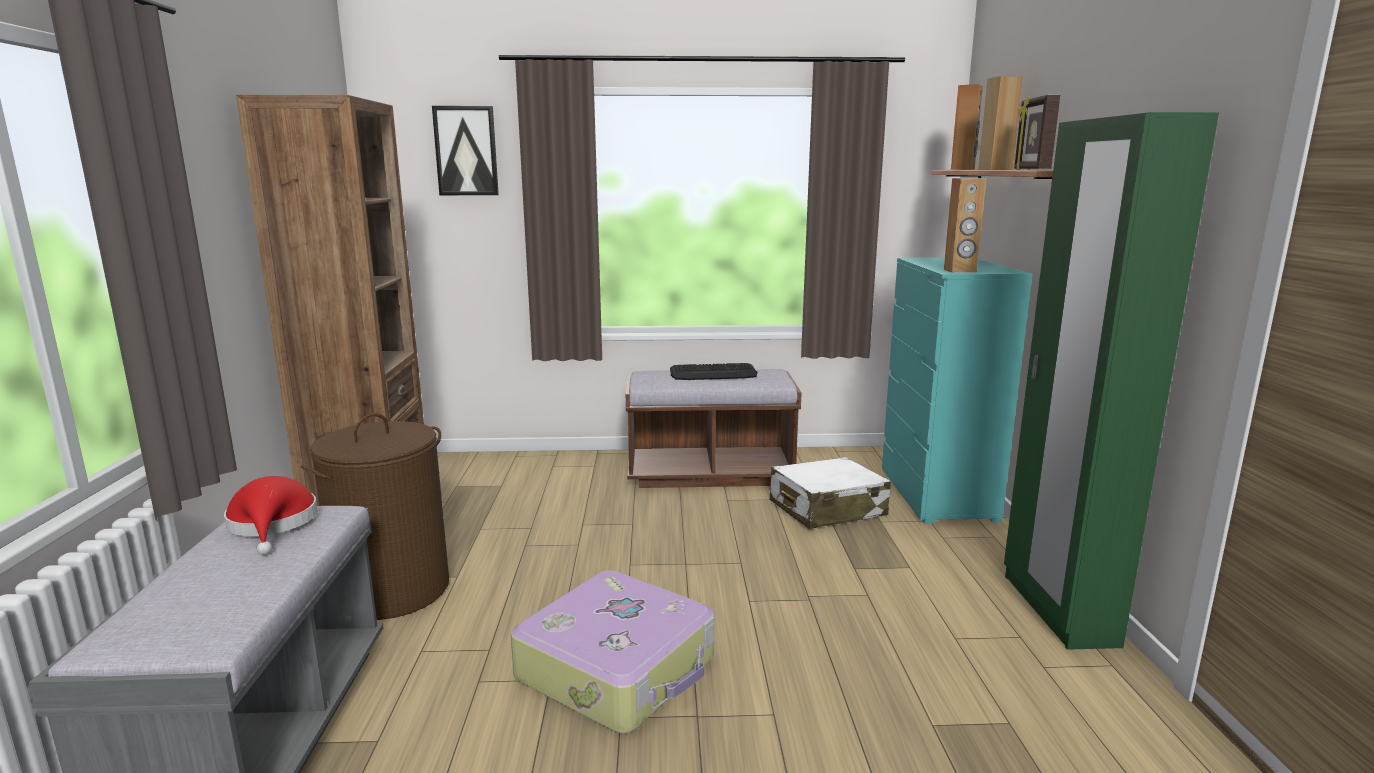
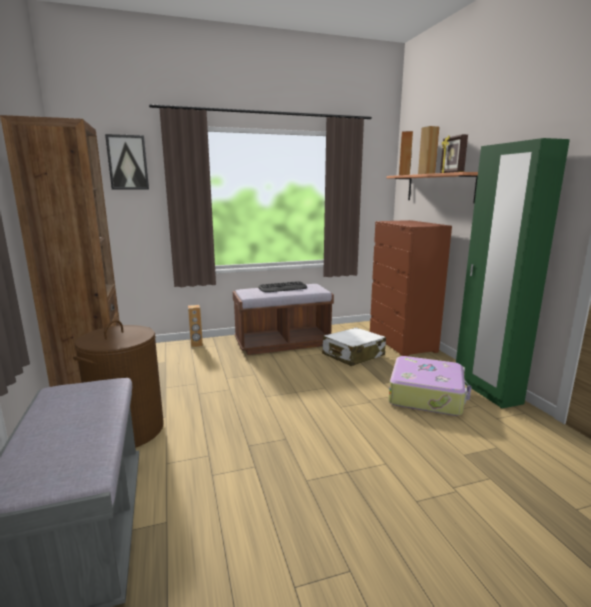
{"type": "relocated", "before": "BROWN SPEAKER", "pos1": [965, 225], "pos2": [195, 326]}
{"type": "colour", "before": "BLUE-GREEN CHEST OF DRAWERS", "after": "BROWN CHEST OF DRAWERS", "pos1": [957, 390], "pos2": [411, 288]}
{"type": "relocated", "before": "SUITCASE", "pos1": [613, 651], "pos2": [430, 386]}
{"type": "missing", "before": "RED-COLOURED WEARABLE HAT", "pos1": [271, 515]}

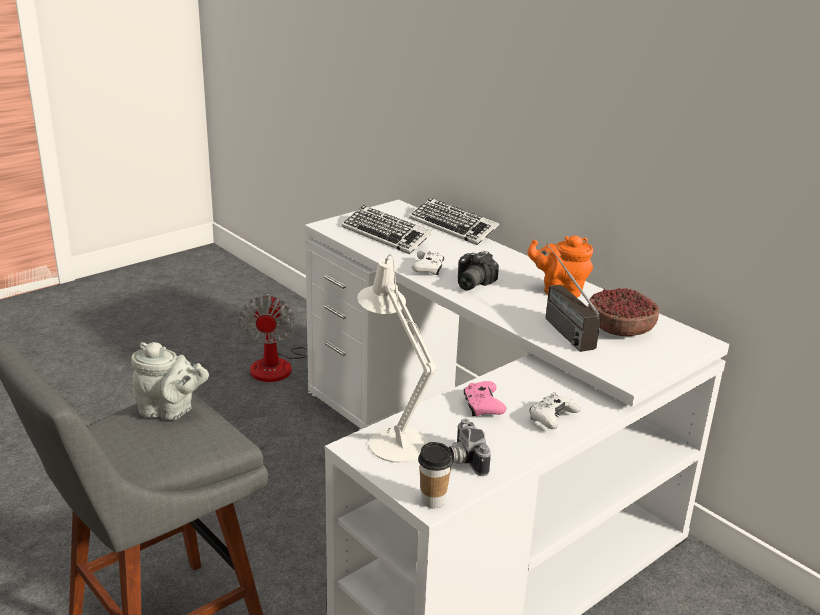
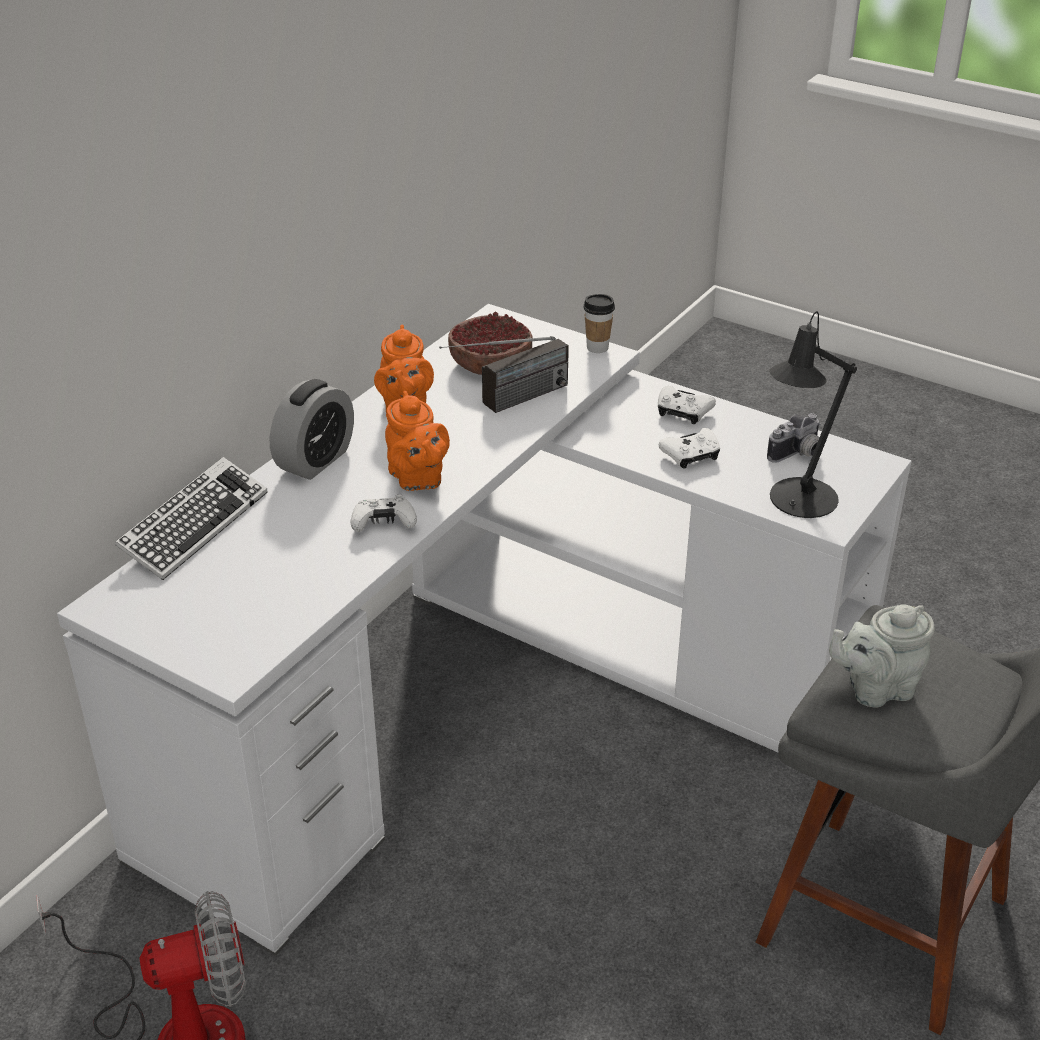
{"type": "appeared", "after": "BEDSIDE CLOCK", "pos2": [312, 429]}
{"type": "exchanged", "before": "PHOTO CAMERA", "after": "ORANGEY POT FOR TEA", "pos1": [478, 271], "pos2": [417, 441]}
{"type": "relocated", "before": "CUP", "pos1": [435, 475], "pos2": [599, 323]}
{"type": "colour", "before": "PINK JOYPAD", "after": "WHITE-COLOURED JOYPAD", "pos1": [485, 398], "pos2": [689, 448]}
{"type": "colour", "before": "WHITE-COLOURED TABLE LAMP", "after": "BLACK TABLE LAMP", "pos1": [397, 358], "pos2": [813, 414]}
{"type": "spun", "before": "GREYISH POT FOR TEA", "pos1": [170, 381], "pos2": [882, 656], "turn": -105}
{"type": "missing", "before": "KEYBOARD", "pos1": [387, 229]}

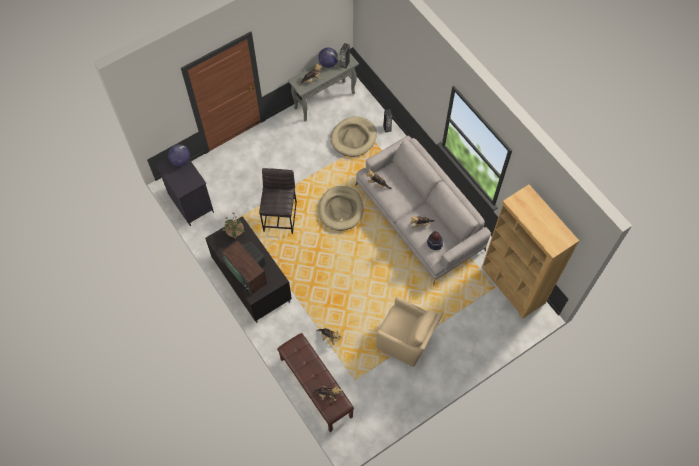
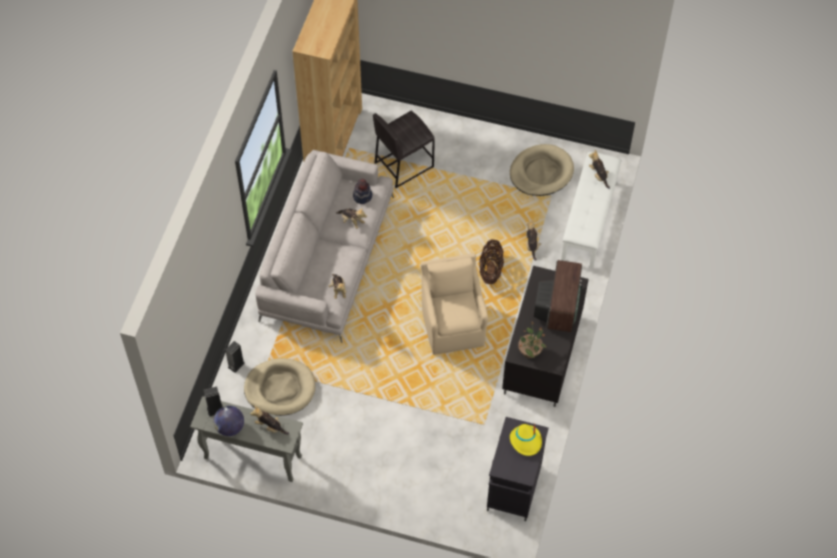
{"type": "relocated", "before": "GREYISH STOOL SEAT", "pos1": [278, 201], "pos2": [404, 149]}
{"type": "relocated", "before": "BEIGE LOUNGE CHAIR", "pos1": [409, 332], "pos2": [454, 304]}
{"type": "appeared", "after": "BASKET", "pos2": [492, 261]}
{"type": "relocated", "before": "BEIGE DOG CUSHION", "pos1": [341, 208], "pos2": [542, 170]}
{"type": "appeared", "after": "YELLOW WEARABLE HAT", "pos2": [526, 440]}
{"type": "colour", "before": "BROWN LONG SEAT", "after": "WHITE-COLOURED LONG SEAT", "pos1": [315, 382], "pos2": [591, 210]}
{"type": "missing", "before": "GLOBE", "pos1": [179, 155]}

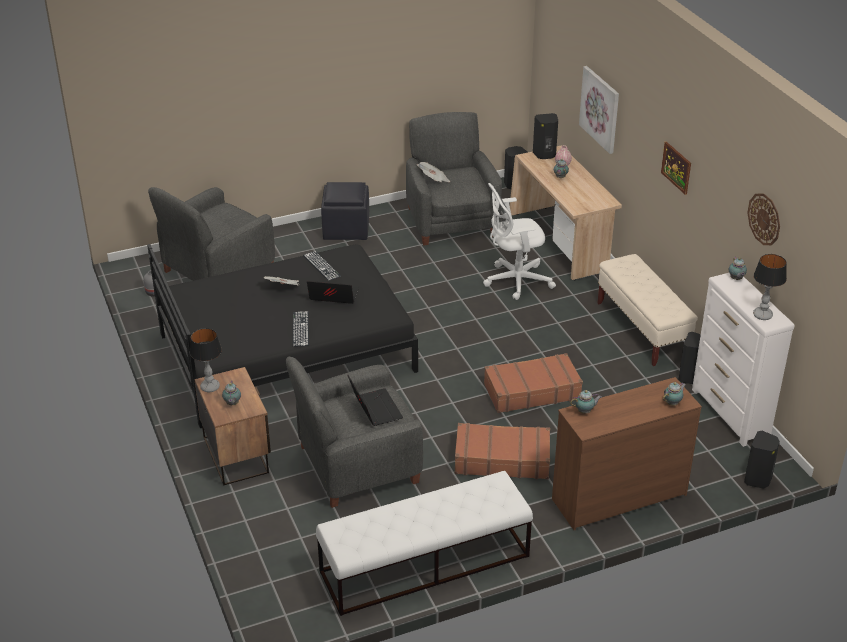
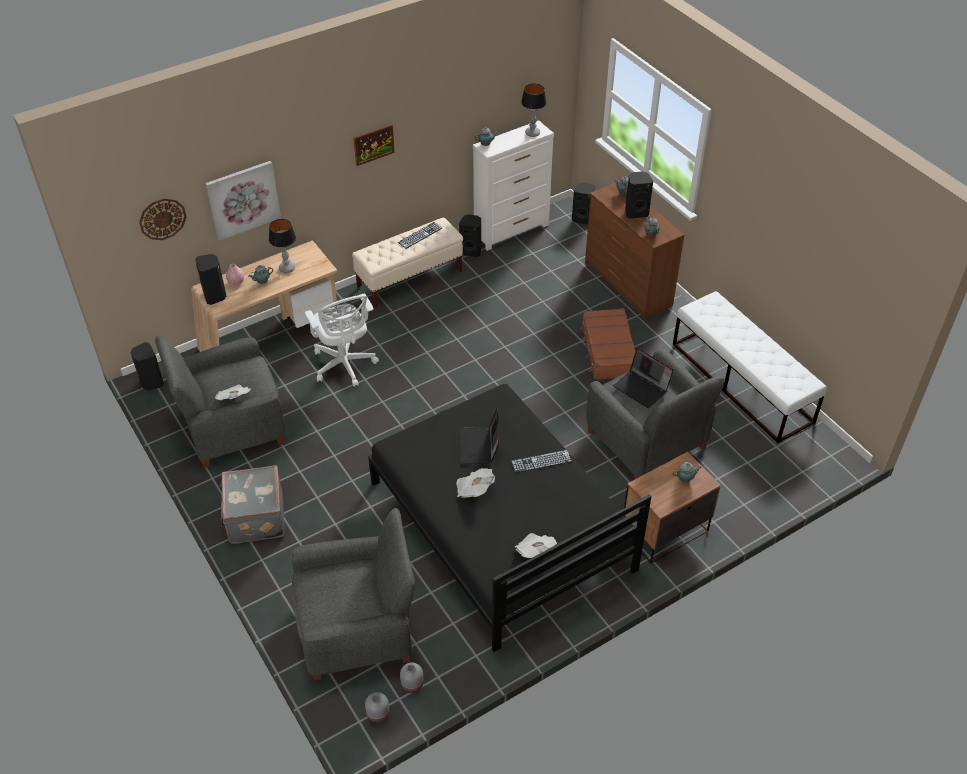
{"type": "relocated", "before": "CLOCK ON THE WALL", "pos1": [763, 219], "pos2": [163, 219]}
{"type": "exchanged", "before": "BLACK FOOTREST", "after": "GREYISH SUITCASE", "pos1": [345, 211], "pos2": [252, 504]}
{"type": "relocated", "before": "TABLE LAMP", "pos1": [206, 360], "pos2": [282, 246]}
{"type": "spun", "before": "GREYISH LOUNGE CHAIR", "pos1": [211, 234], "pos2": [353, 594], "turn": -45}
{"type": "appeared", "after": "GREYISH VASE", "pos2": [377, 707]}
{"type": "relocated", "before": "KEYBOARD", "pos1": [322, 266], "pos2": [420, 235]}
{"type": "appeared", "after": "PRINTED PAPER", "pos2": [536, 545]}
{"type": "spun", "before": "LAPTOP", "pos1": [375, 400], "pos2": [643, 378], "turn": -105}
{"type": "appeared", "after": "BLACK SPEAKER", "pos2": [639, 194]}
{"type": "missing", "before": "BROWN SUITCASE", "pos1": [533, 383]}

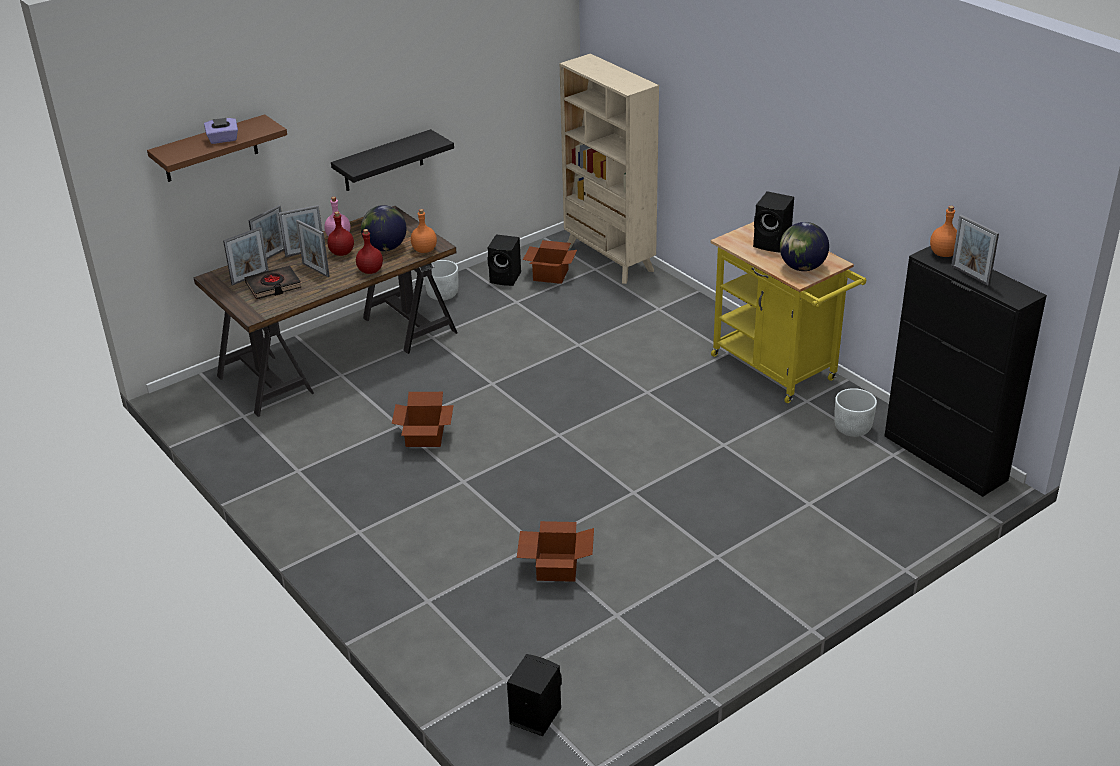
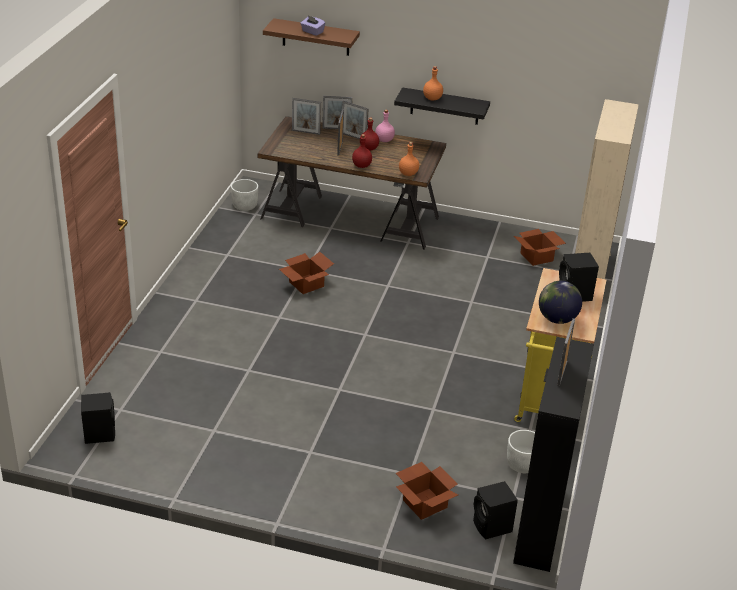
{"type": "relocated", "before": "WHITE-COLOURED FLOWER POT", "pos1": [441, 280], "pos2": [244, 195]}
{"type": "relocated", "before": "CARTON", "pos1": [555, 551], "pos2": [427, 491]}
{"type": "relocated", "before": "ORANGEY DRINK BOTTLE", "pos1": [943, 231], "pos2": [433, 83]}
{"type": "relocated", "before": "BLACK SPEAKER", "pos1": [504, 260], "pos2": [495, 510]}
{"type": "missing", "before": "BLACK BOUND BOOK", "pos1": [272, 282]}
{"type": "missing", "before": "GLOBE", "pos1": [383, 228]}

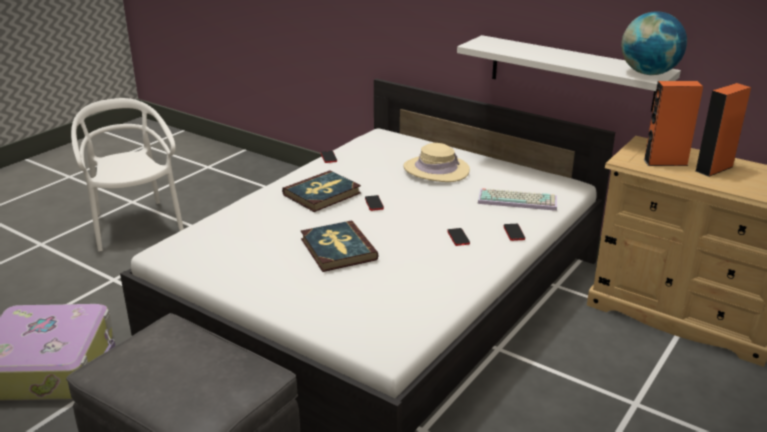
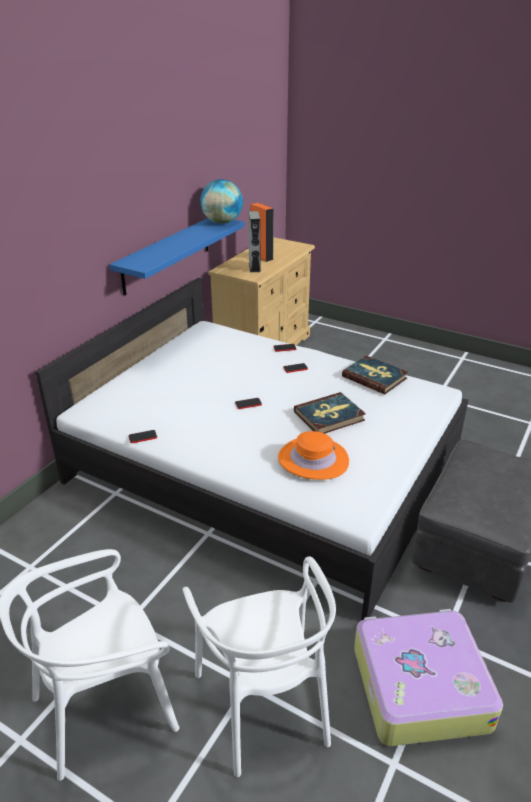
{"type": "colour", "before": "WHITE-COLOURED WALL SHELF", "after": "BLUE WALL SHELF", "pos1": [569, 73], "pos2": [177, 257]}
{"type": "appeared", "after": "WHITE-COLOURED UPRIGHT CHAIR", "pos2": [259, 666]}
{"type": "colour", "before": "ORANGEY SPEAKER", "after": "GREYISH SPEAKER", "pos1": [673, 123], "pos2": [254, 241]}
{"type": "appeared", "after": "ORANGEY WEARABLE HAT", "pos2": [313, 455]}
{"type": "relocated", "before": "BOUND BOOK", "pos1": [321, 191], "pos2": [375, 375]}
{"type": "missing", "before": "BEIGE WEARABLE HAT", "pos1": [436, 162]}
{"type": "missing", "before": "KEYBOARD", "pos1": [517, 199]}

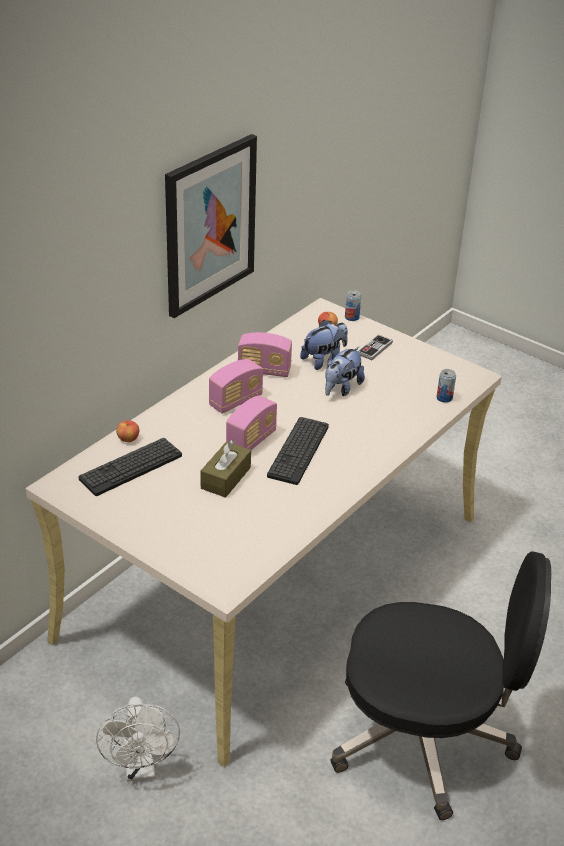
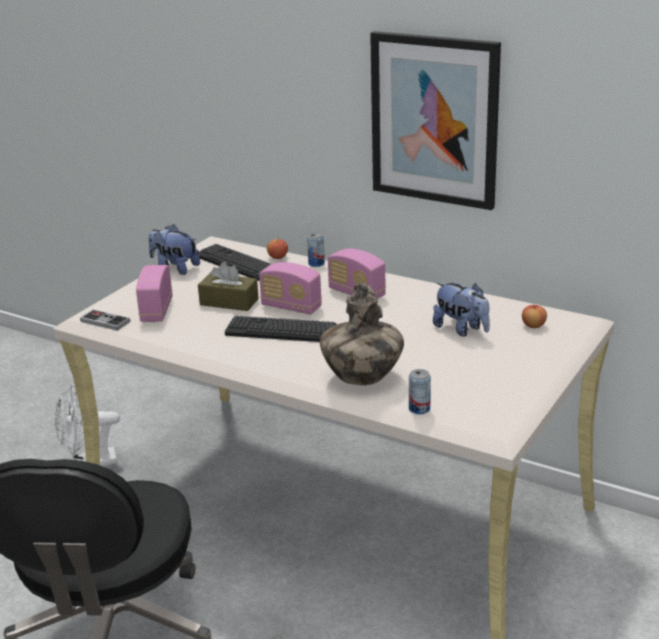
{"type": "relocated", "before": "JOYPAD", "pos1": [375, 347], "pos2": [105, 320]}
{"type": "relocated", "before": "RADIO RECEIVER", "pos1": [265, 354], "pos2": [154, 293]}
{"type": "relocated", "before": "CUDDLY TOY", "pos1": [345, 371], "pos2": [174, 249]}
{"type": "relocated", "before": "SEALED CAN", "pos1": [353, 305], "pos2": [316, 249]}
{"type": "appeared", "after": "VASE", "pos2": [362, 334]}

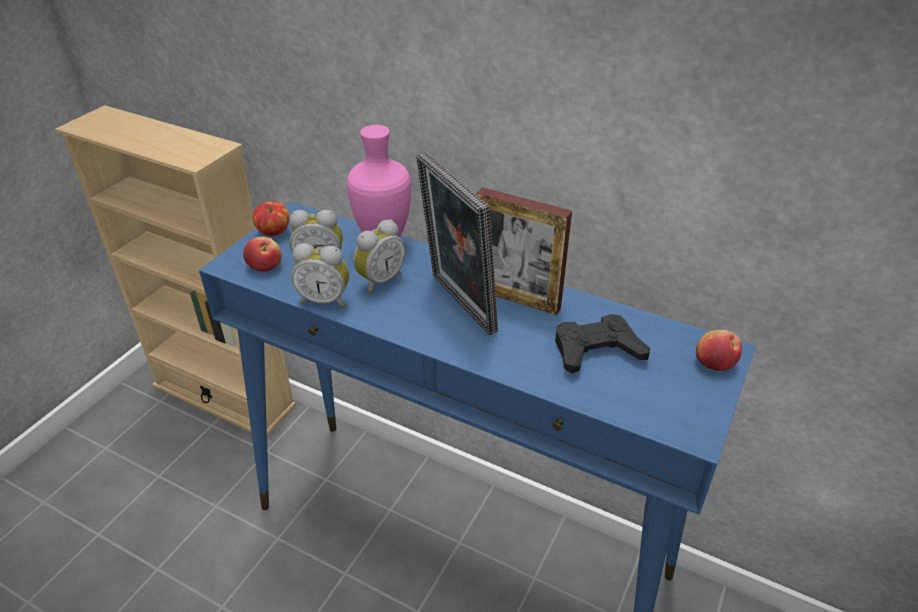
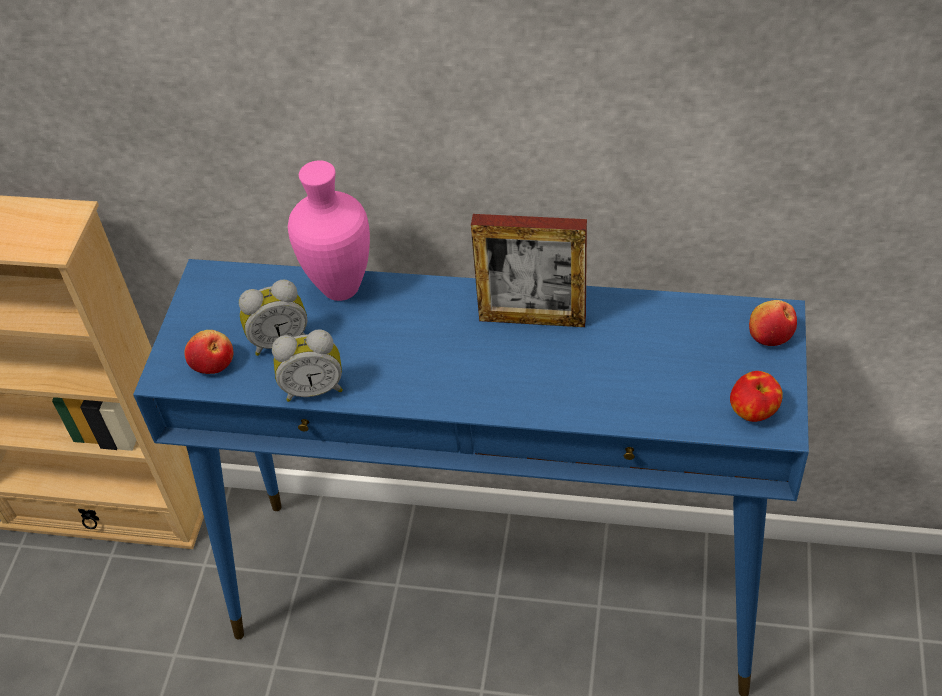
{"type": "relocated", "before": "APPLE FRUIT", "pos1": [271, 219], "pos2": [756, 396]}
{"type": "missing", "before": "BEDSIDE CLOCK", "pos1": [379, 256]}
{"type": "missing", "before": "PICTURE FRAME", "pos1": [457, 243]}
{"type": "missing", "before": "BLACK JOYPAD", "pos1": [602, 344]}

